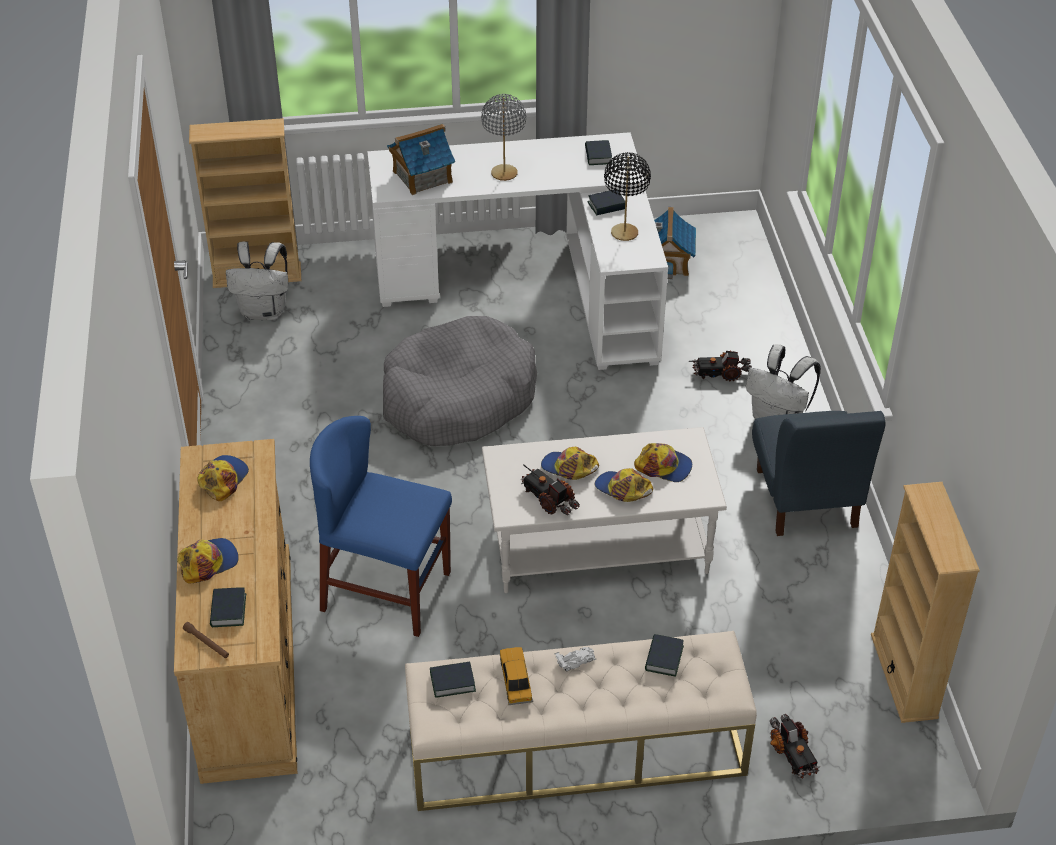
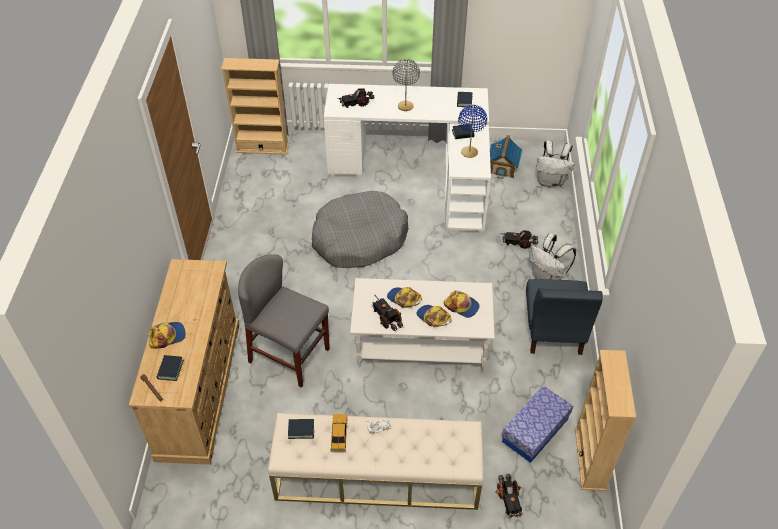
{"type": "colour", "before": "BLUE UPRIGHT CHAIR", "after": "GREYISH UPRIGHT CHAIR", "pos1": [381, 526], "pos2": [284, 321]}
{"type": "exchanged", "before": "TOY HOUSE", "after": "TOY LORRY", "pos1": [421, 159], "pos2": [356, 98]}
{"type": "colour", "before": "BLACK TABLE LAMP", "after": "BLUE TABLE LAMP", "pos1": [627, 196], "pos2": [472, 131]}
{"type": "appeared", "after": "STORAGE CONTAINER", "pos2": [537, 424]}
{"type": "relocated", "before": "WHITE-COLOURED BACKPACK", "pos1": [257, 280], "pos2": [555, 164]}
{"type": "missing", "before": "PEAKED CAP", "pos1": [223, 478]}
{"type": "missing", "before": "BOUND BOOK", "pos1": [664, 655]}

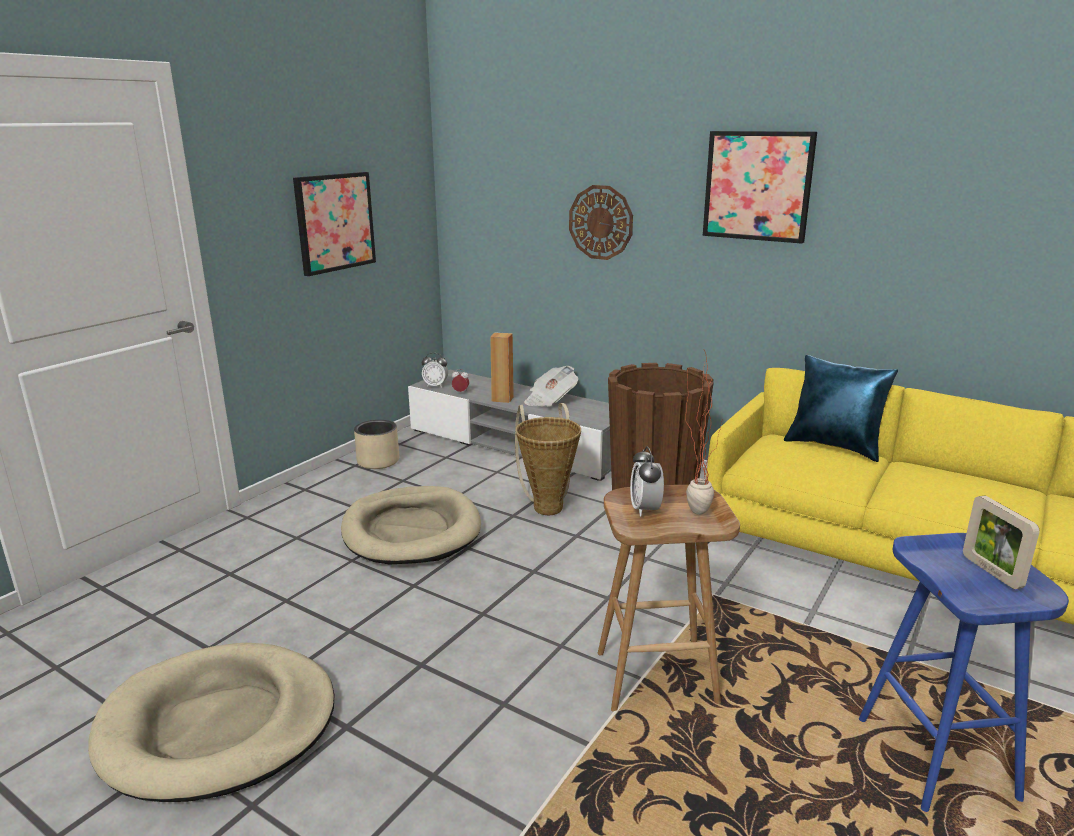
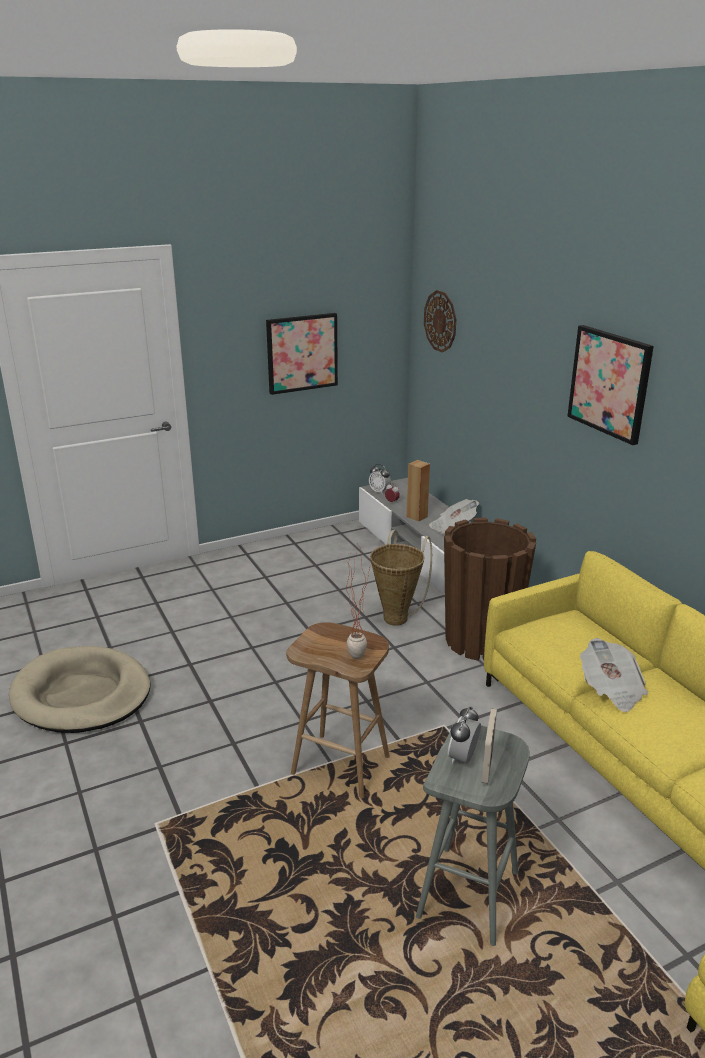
{"type": "colour", "before": "BLUE STOOL SEAT", "after": "GREYISH STOOL SEAT", "pos1": [964, 672], "pos2": [473, 833]}
{"type": "relocated", "before": "CLOCK ON THE WALL", "pos1": [601, 222], "pos2": [440, 321]}
{"type": "relocated", "before": "BEDSIDE CLOCK", "pos1": [647, 481], "pos2": [464, 735]}
{"type": "appeared", "after": "PRINTED PAPER", "pos2": [614, 675]}
{"type": "missing", "before": "BEIGE DOG CUSHION", "pos1": [411, 525]}
{"type": "missing", "before": "BEIGE FLOWER POT", "pos1": [377, 444]}
{"type": "missing", "before": "BLUE PILLOW", "pos1": [841, 408]}

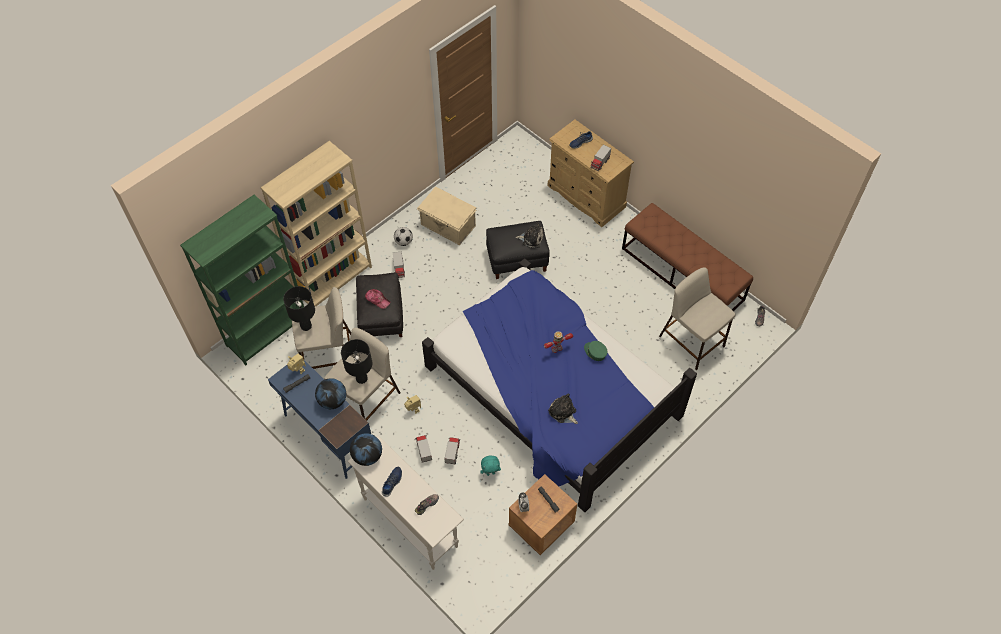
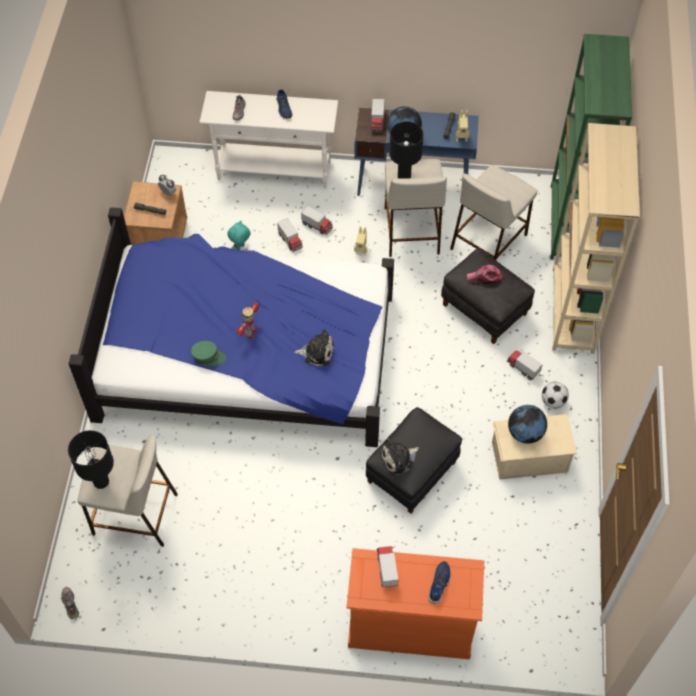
{"type": "relocated", "before": "BLACK TABLE LAMP", "pos1": [299, 308], "pos2": [91, 459]}
{"type": "relocated", "before": "CUDDLY TOY", "pos1": [563, 408], "pos2": [314, 347]}
{"type": "colour", "before": "BEIGE CHEST OF DRAWERS", "after": "ORANGEY CHEST OF DRAWERS", "pos1": [591, 173], "pos2": [415, 603]}
{"type": "appeared", "after": "TOY LORRY", "pos2": [377, 115]}
{"type": "relocated", "before": "GLOBE", "pos1": [366, 449], "pos2": [527, 424]}
{"type": "missing", "before": "BROWN LONG SEAT", "pos1": [687, 257]}

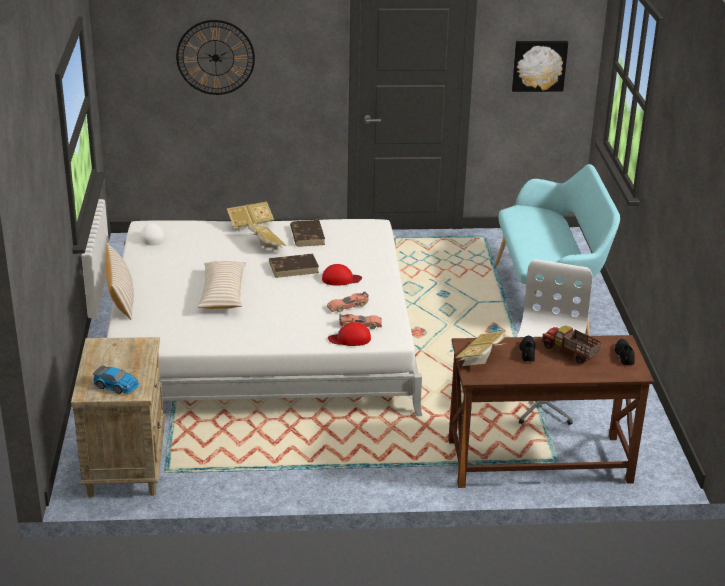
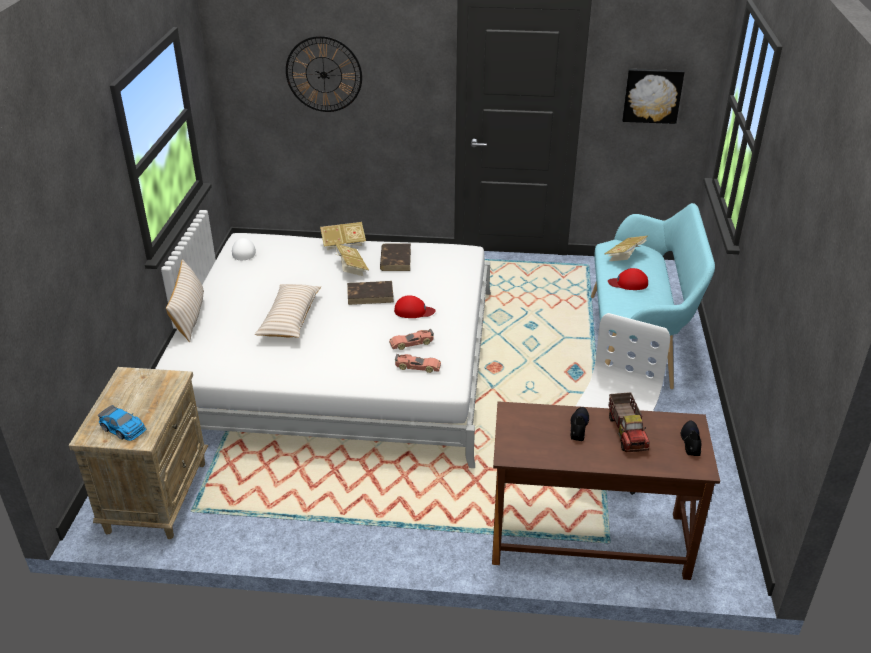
{"type": "relocated", "before": "BOUND BOOK", "pos1": [480, 348], "pos2": [625, 248]}
{"type": "relocated", "before": "RED-COLOURED PEAKED CAP", "pos1": [349, 334], "pos2": [628, 279]}
{"type": "spun", "before": "TOY LORRY", "pos1": [571, 344], "pos2": [629, 422], "turn": -150}

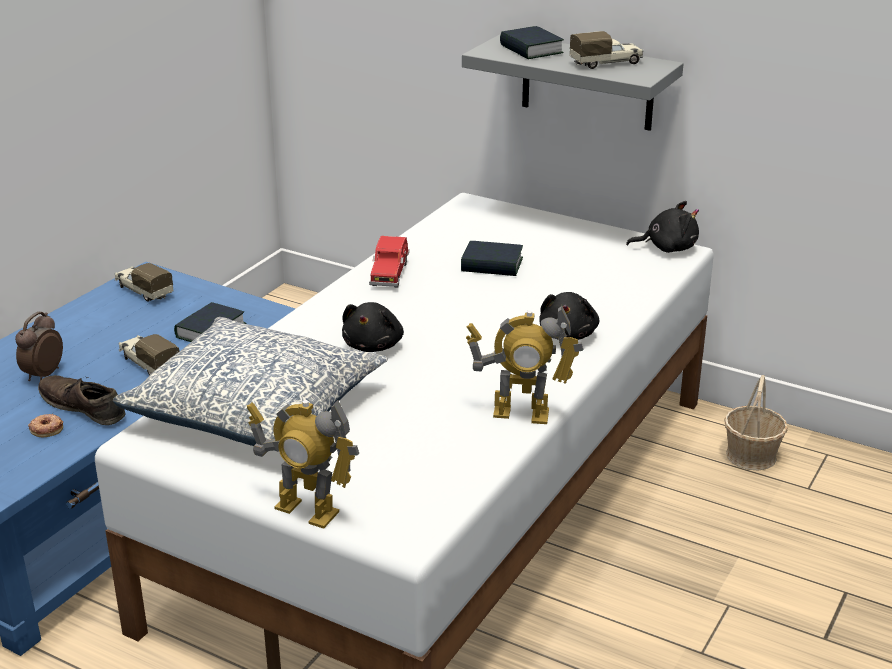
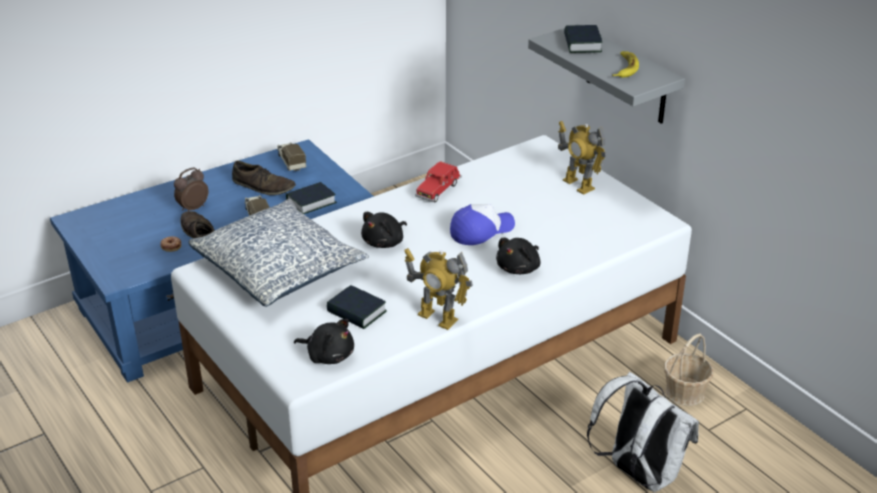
{"type": "appeared", "after": "BROWN ITEM OF FOOTWEAR", "pos2": [264, 178]}
{"type": "relocated", "before": "BLACK CUDDLY TOY", "pos1": [662, 227], "pos2": [324, 341]}
{"type": "relocated", "before": "BOUND BOOK", "pos1": [492, 258], "pos2": [357, 307]}
{"type": "appeared", "after": "PEAKED CAP", "pos2": [482, 224]}
{"type": "relocated", "before": "ROBOT FIGURE", "pos1": [303, 464], "pos2": [582, 158]}
{"type": "appeared", "after": "WHITE-COLOURED BACKPACK", "pos2": [643, 432]}
{"type": "exchanged", "before": "TOY LORRY", "after": "WHOLE BANANA", "pos1": [607, 50], "pos2": [625, 64]}

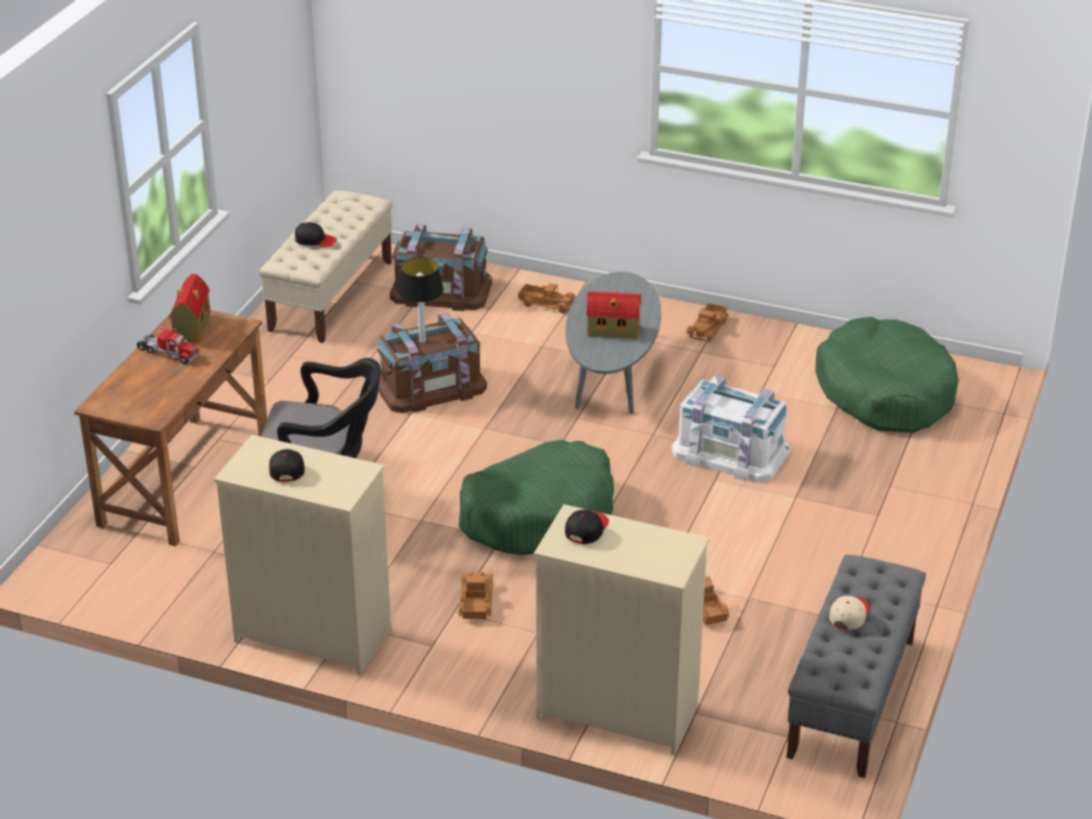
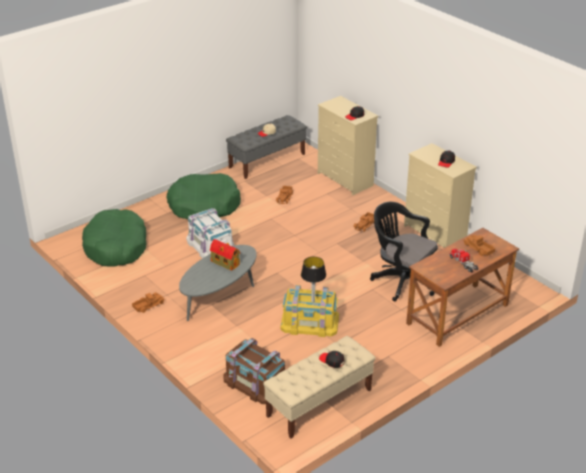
{"type": "relocated", "before": "GREENISH DOG CUSHION", "pos1": [536, 497], "pos2": [203, 196]}
{"type": "colour", "before": "BROWN STORAGE CONTAINER", "after": "YELLOW STORAGE CONTAINER", "pos1": [432, 363], "pos2": [309, 311]}
{"type": "relocated", "before": "TOY LORRY", "pos1": [546, 298], "pos2": [479, 245]}
{"type": "missing", "before": "TOY HOUSE", "pos1": [190, 308]}

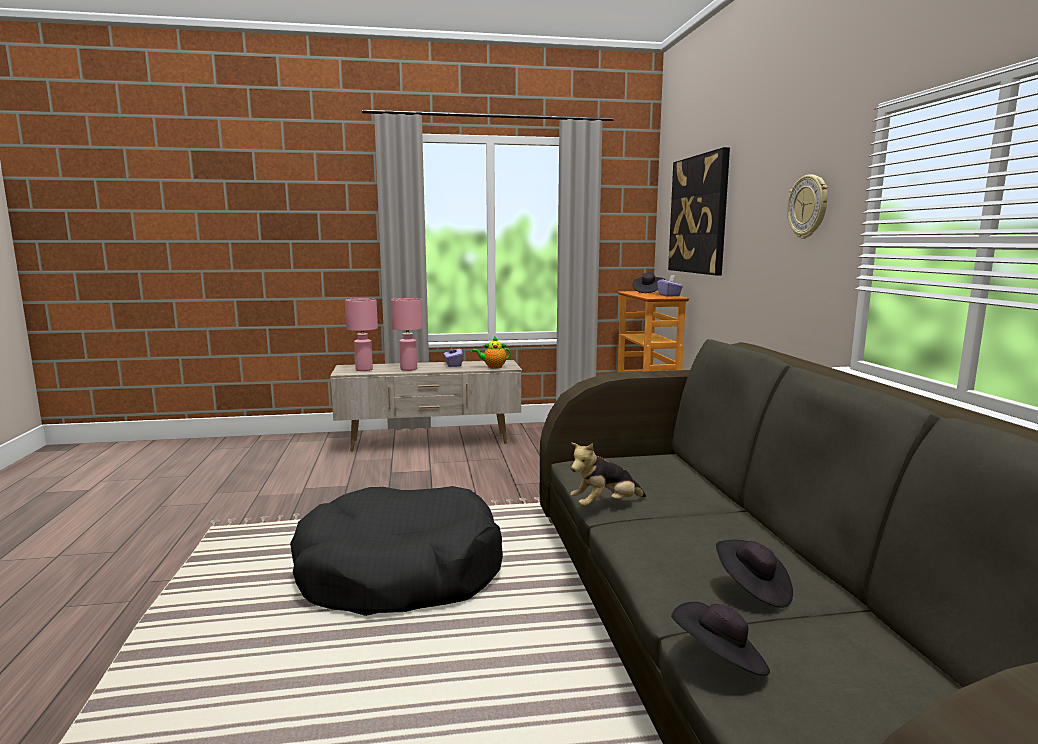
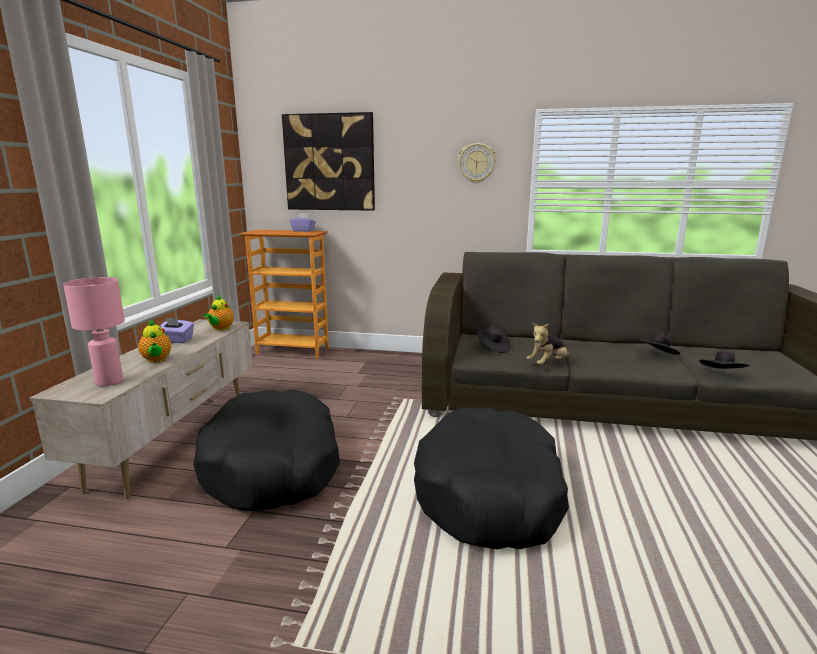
{"type": "exchanged", "before": "PINK TABLE LAMP", "after": "POT FOR TEA", "pos1": [407, 334], "pos2": [154, 341]}
{"type": "appeared", "after": "BLACK DOG CUSHION", "pos2": [266, 450]}
{"type": "relocated", "before": "BLACK WEARABLE HAT", "pos1": [648, 282], "pos2": [493, 340]}
{"type": "spun", "before": "CUDDLY TOY", "pos1": [608, 474], "pos2": [548, 344], "turn": 60}

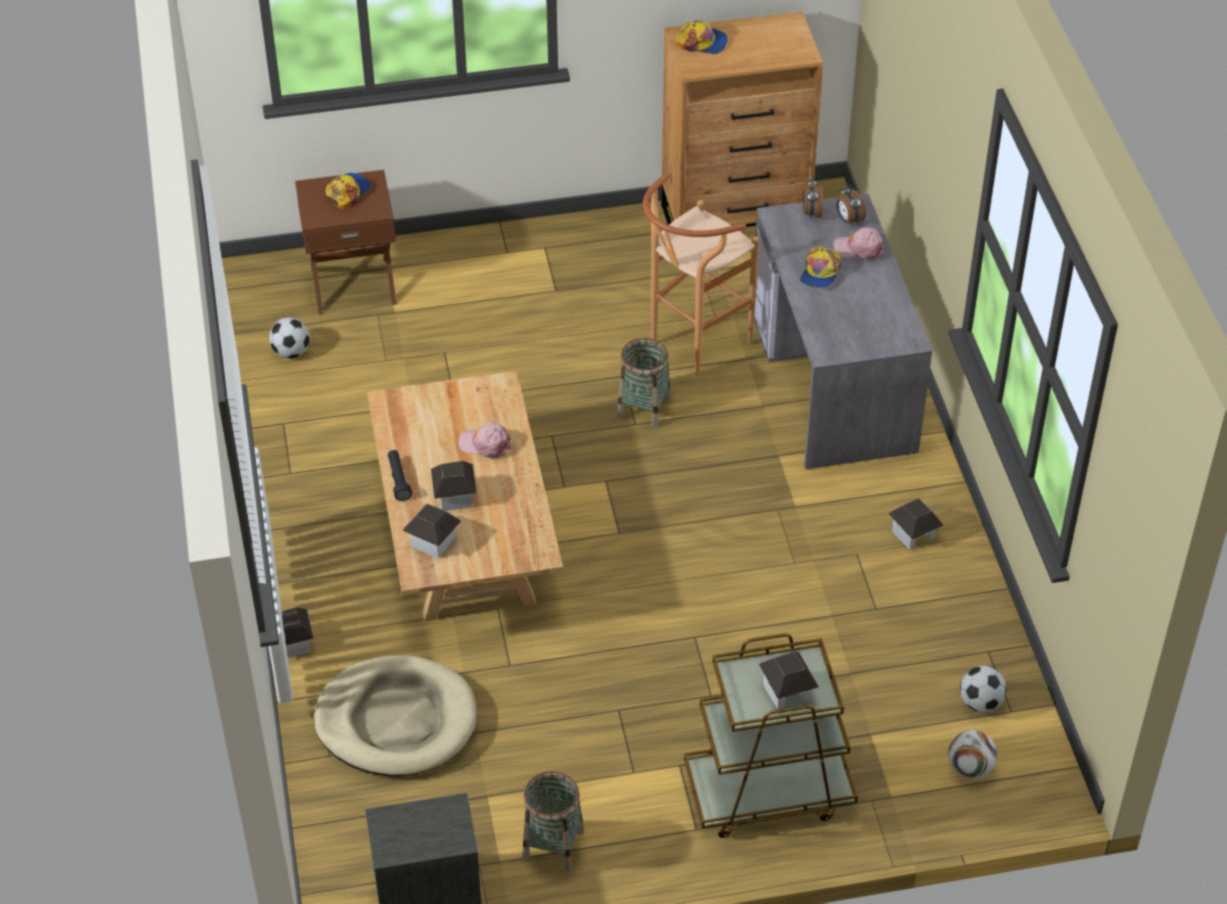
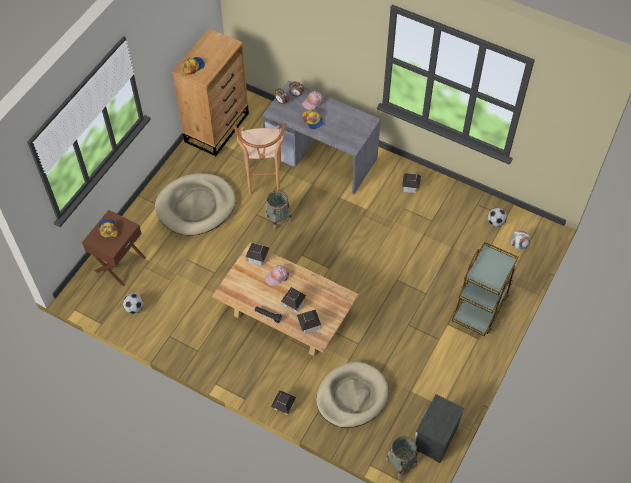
{"type": "appeared", "after": "BEIGE DOG CUSHION", "pos2": [195, 204]}
{"type": "relocated", "before": "TOY HOUSE", "pos1": [789, 680], "pos2": [257, 254]}
{"type": "relocated", "before": "BASKET", "pos1": [553, 821], "pos2": [401, 457]}

